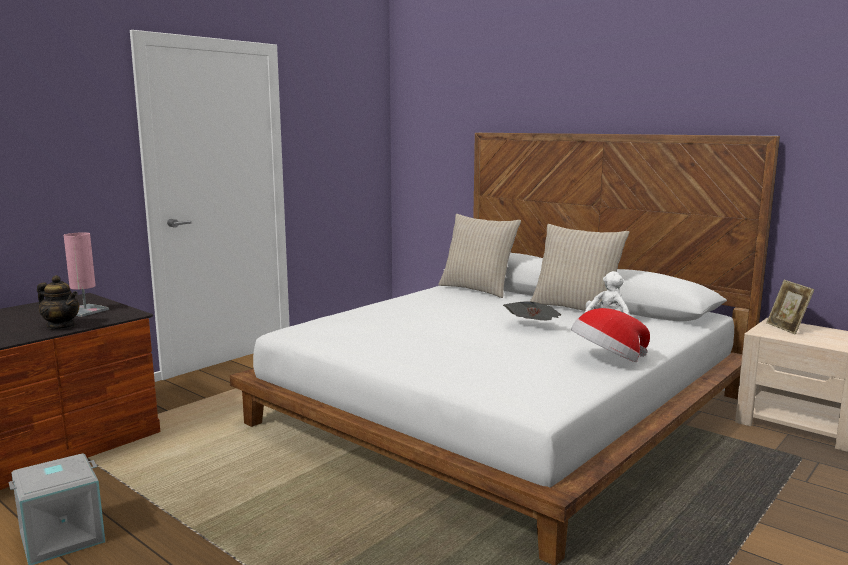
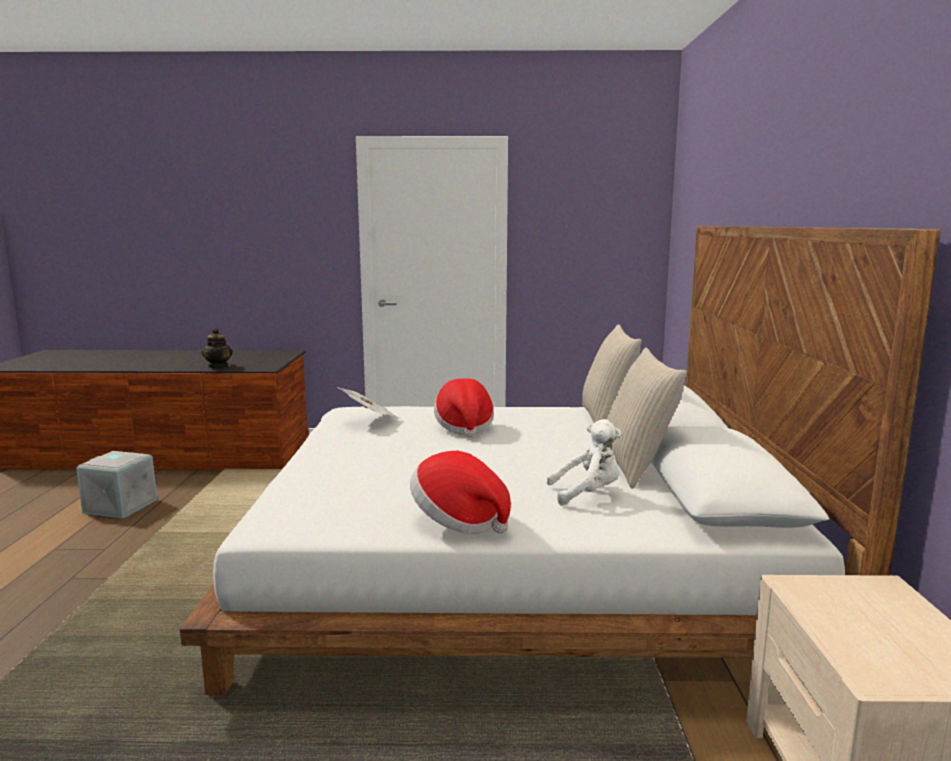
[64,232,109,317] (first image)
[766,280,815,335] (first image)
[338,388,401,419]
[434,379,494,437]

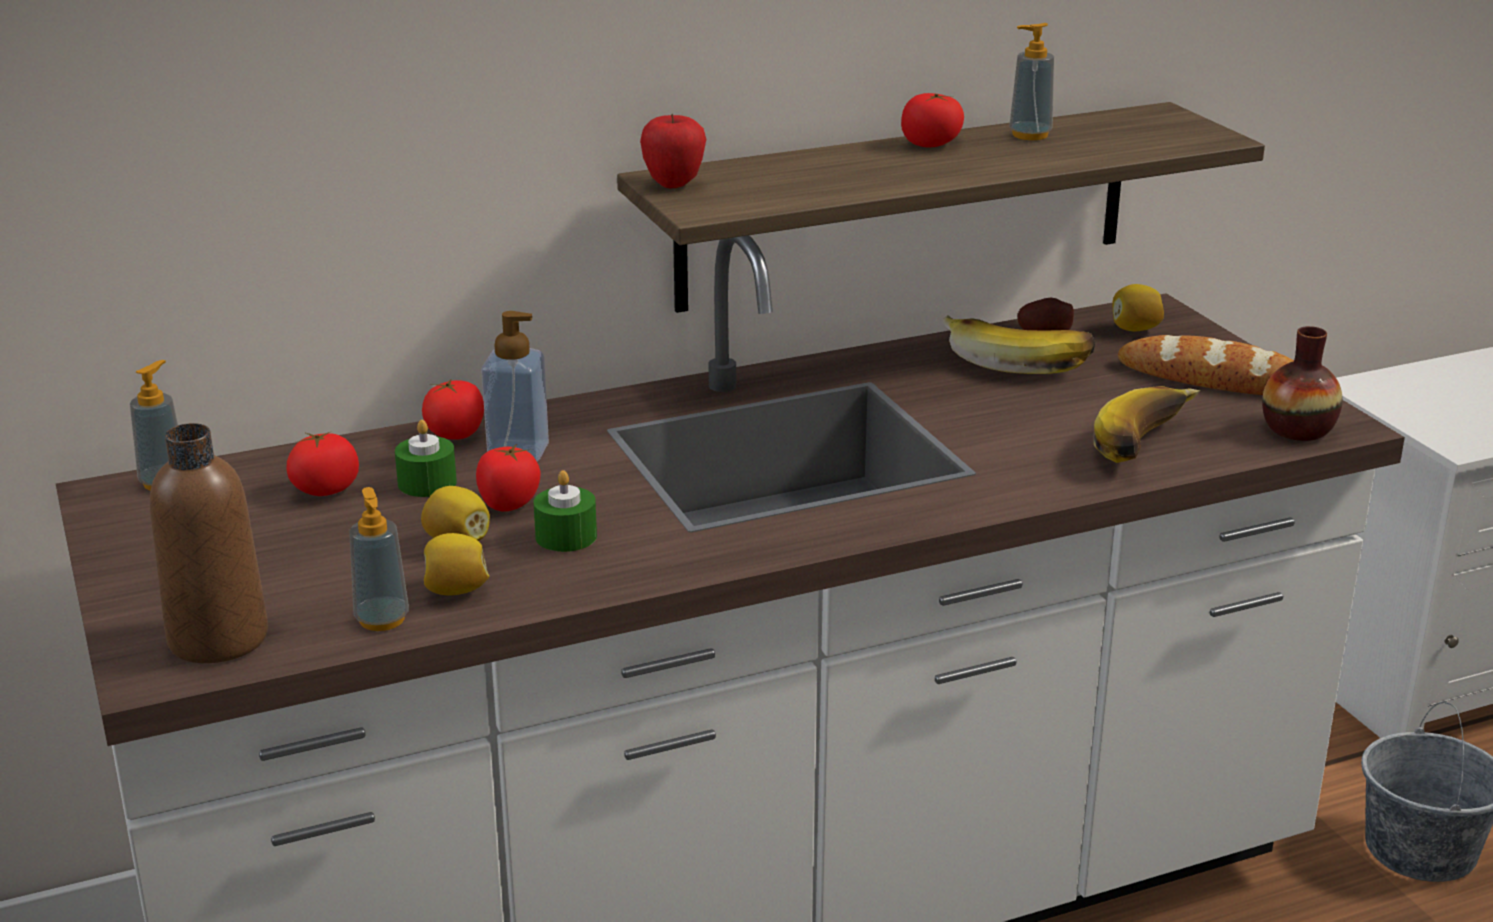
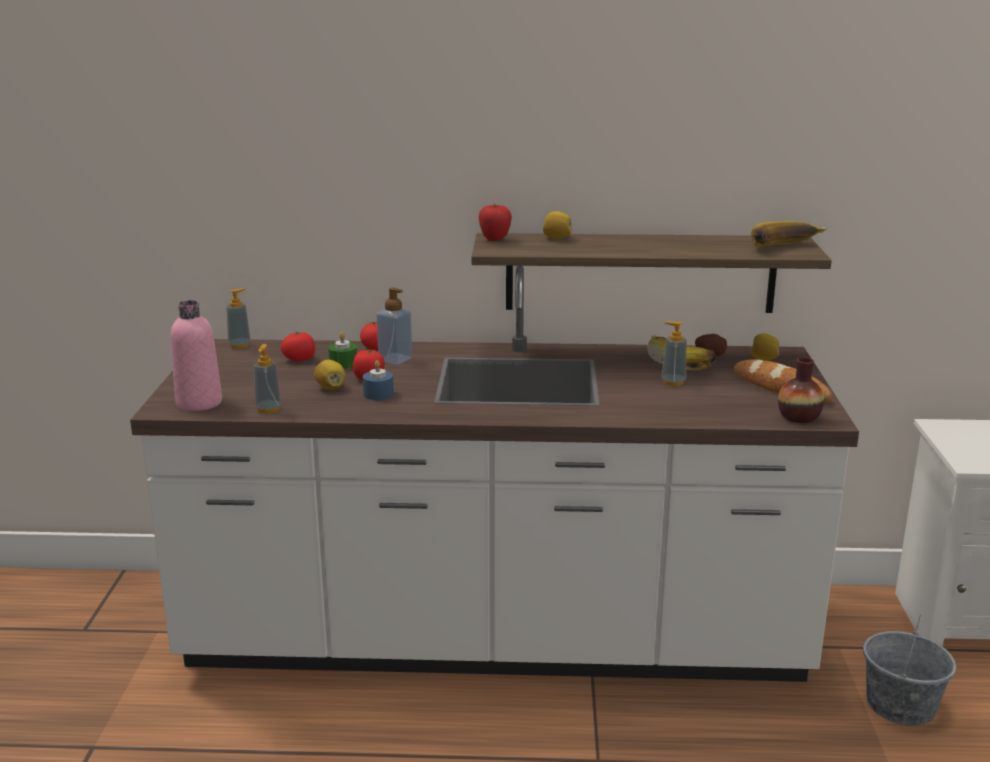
[661,322,687,386]
[901,93,964,147] (first image)
[751,221,827,247]
[170,300,222,411]
[363,360,394,400]
[543,211,572,239]

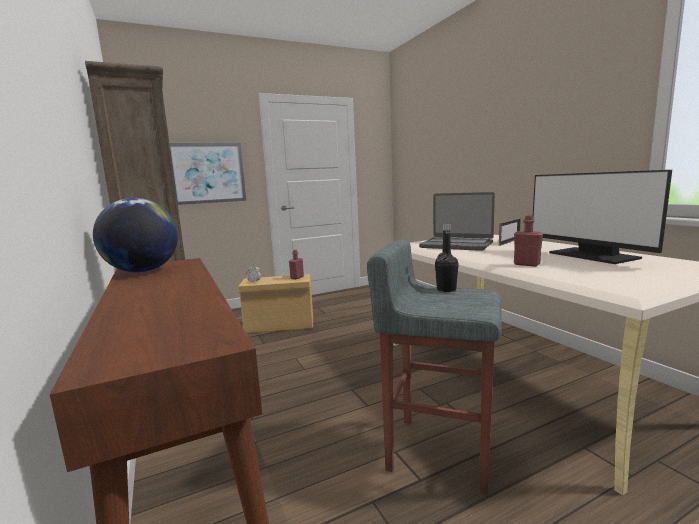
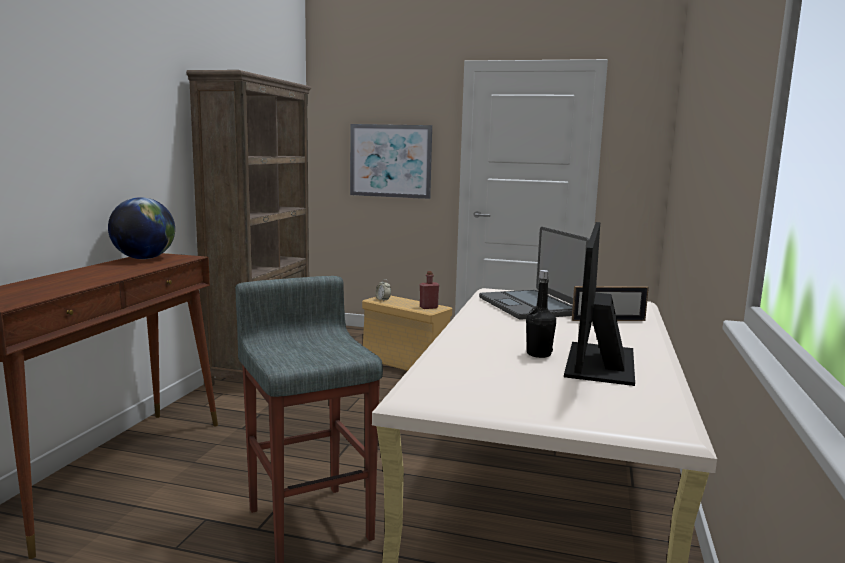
[514,215,543,267] (first image)
[526,270,556,358]

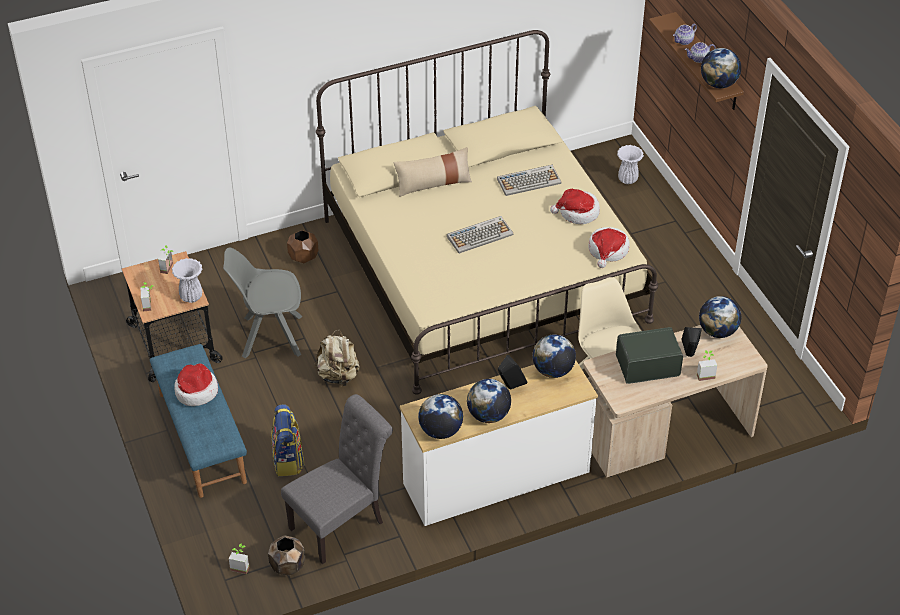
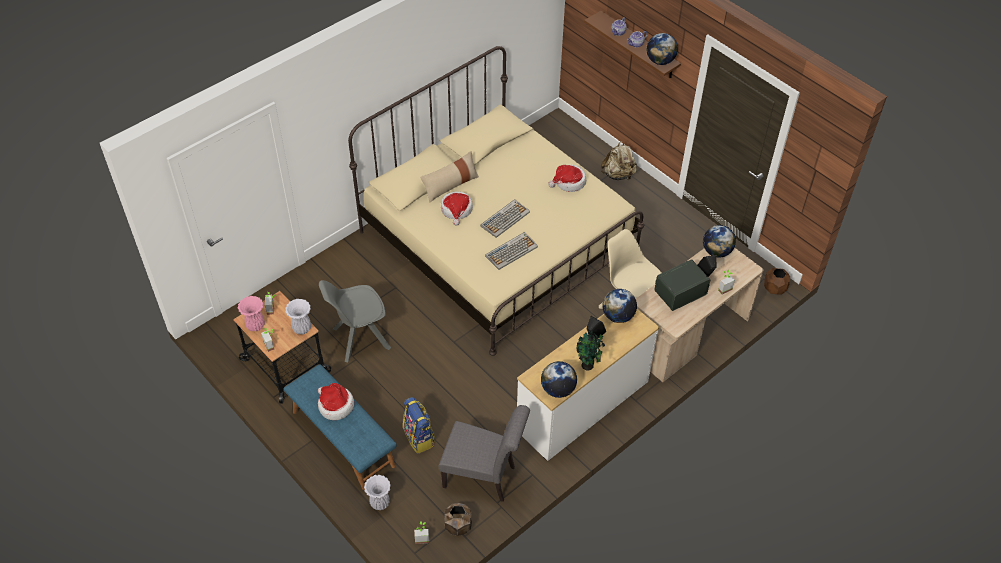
[364,475,391,510]
[485,232,538,270]
[441,192,473,226]
[764,268,790,294]
[601,141,637,180]
[577,331,605,371]
[439,405,530,502]
[237,296,265,332]

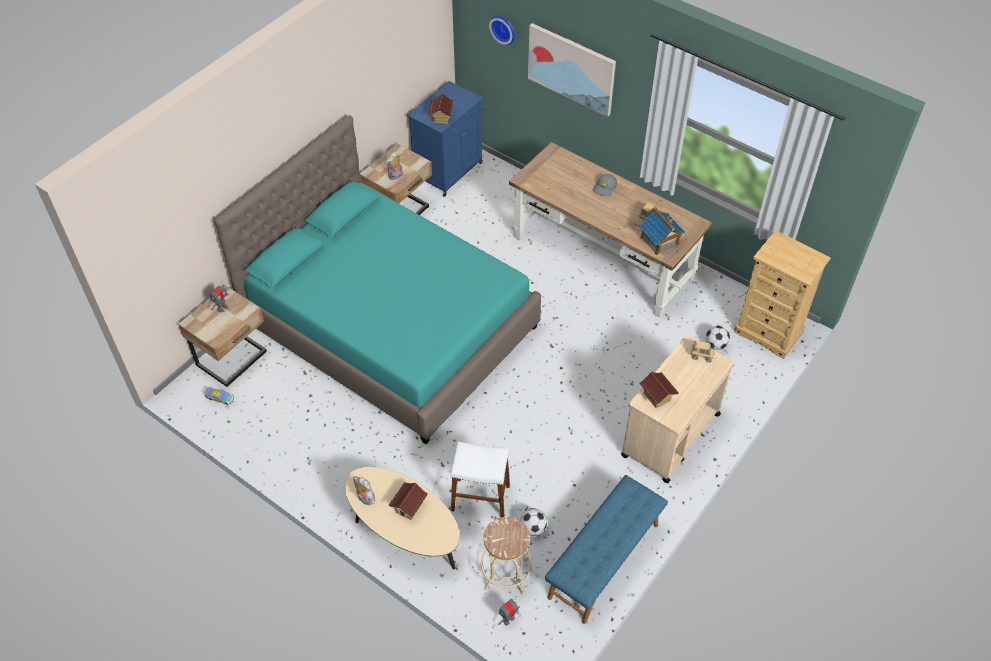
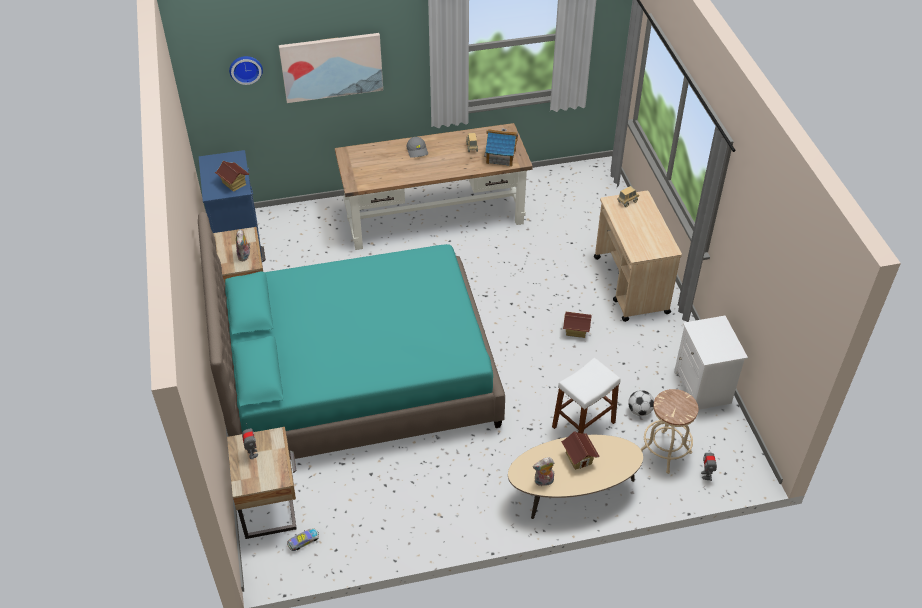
[734,230,831,359] (first image)
[705,326,730,350] (first image)
[563,312,592,338]
[674,316,748,410]

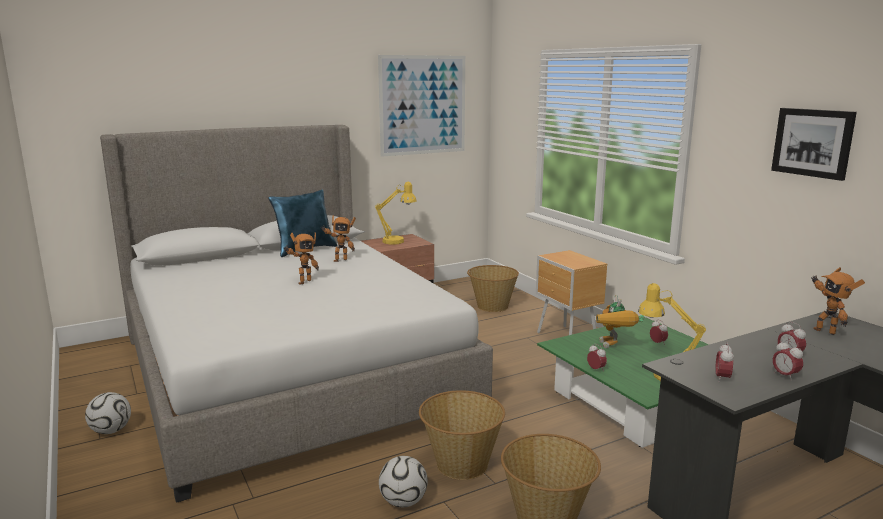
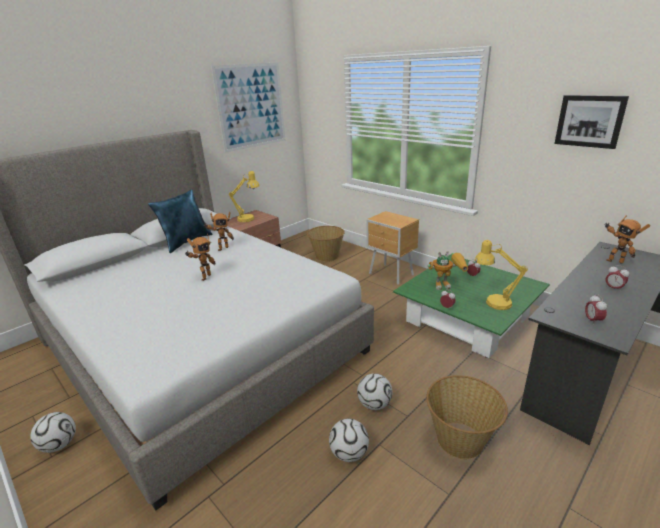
[428,251,468,290]
[773,340,803,381] (first image)
[357,373,392,410]

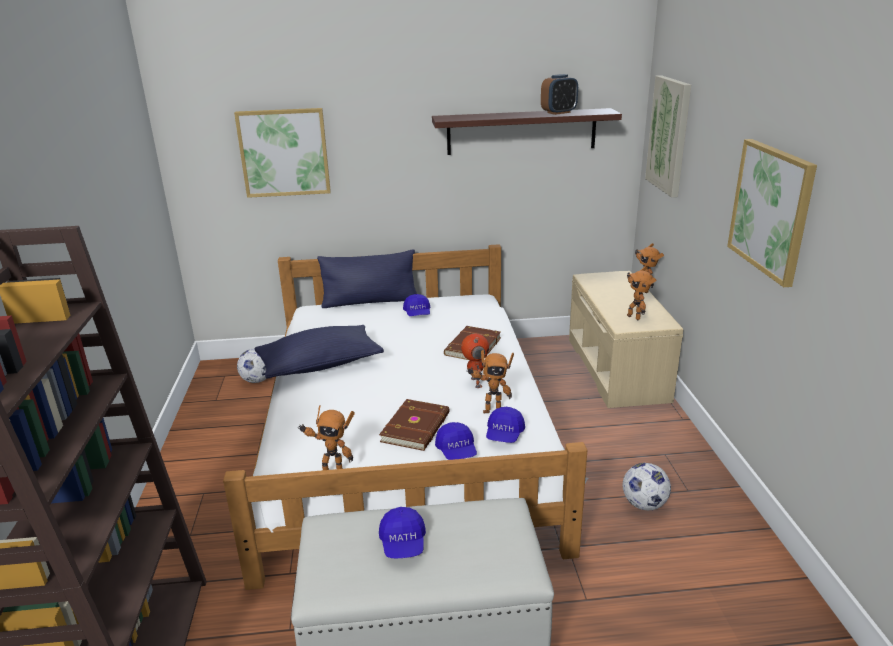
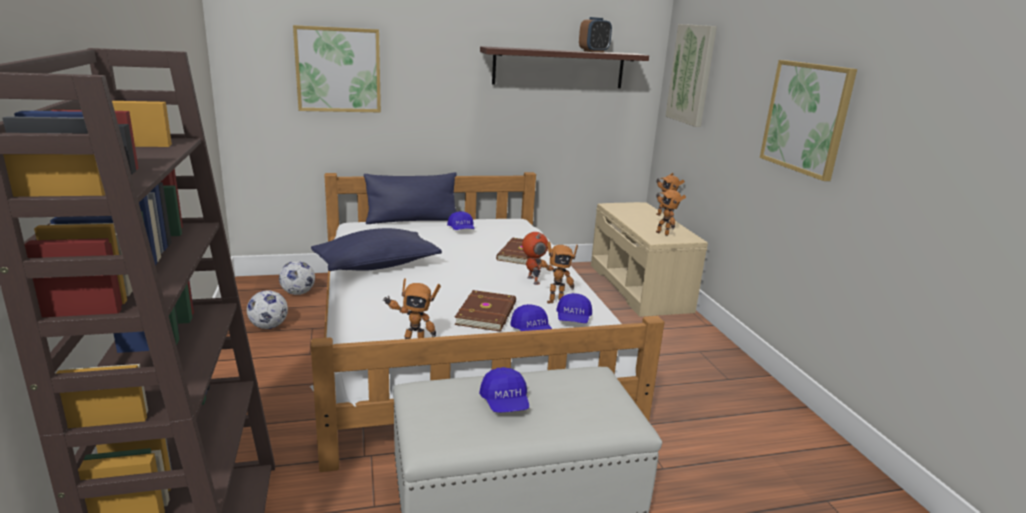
[247,290,288,329]

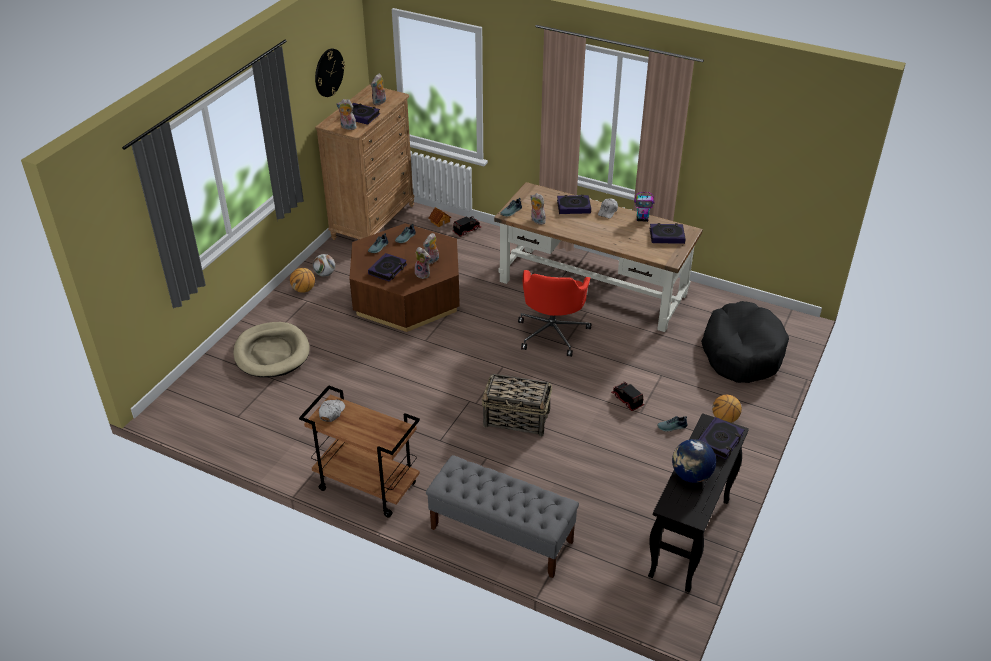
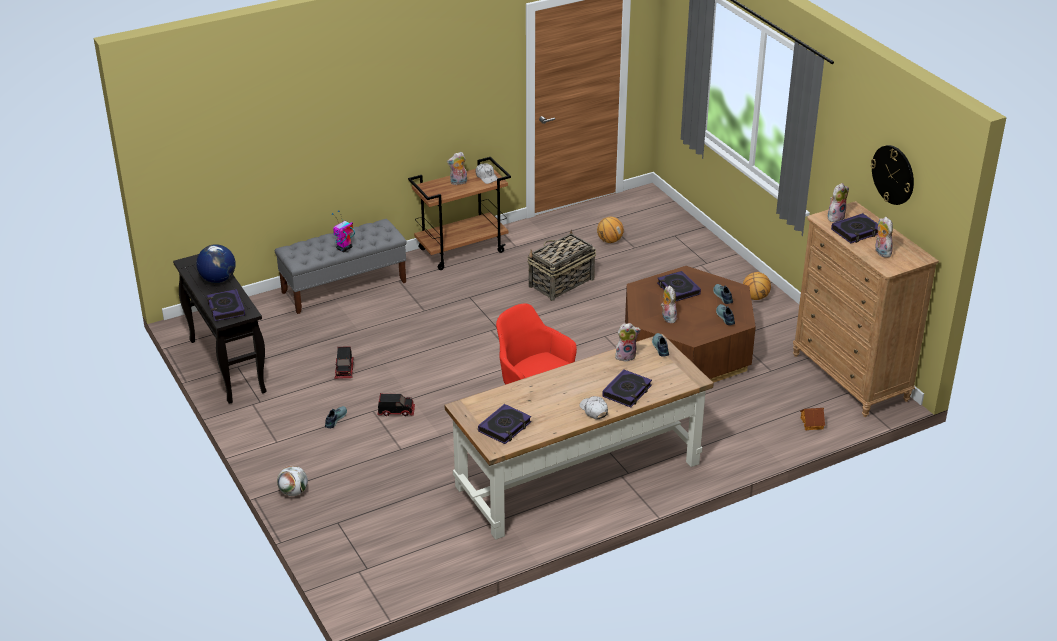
[332,210,355,252]
[334,346,354,379]
[447,152,467,185]
[277,466,308,496]
[701,301,789,383] (first image)
[233,322,310,377] (first image)
[528,230,596,301]
[597,217,624,243]

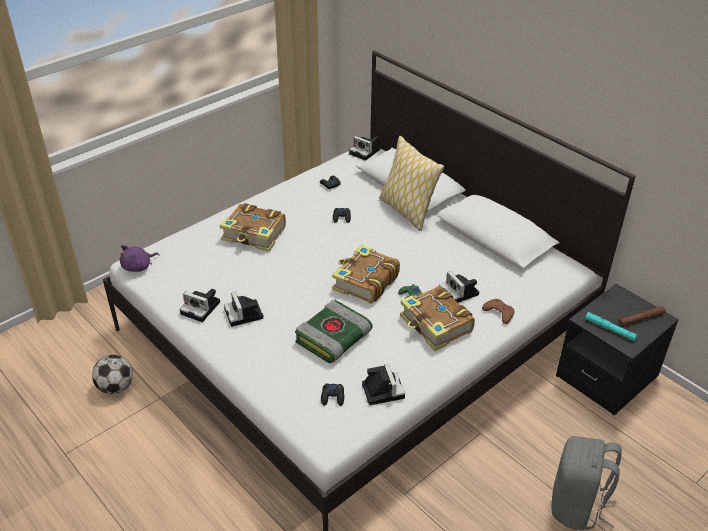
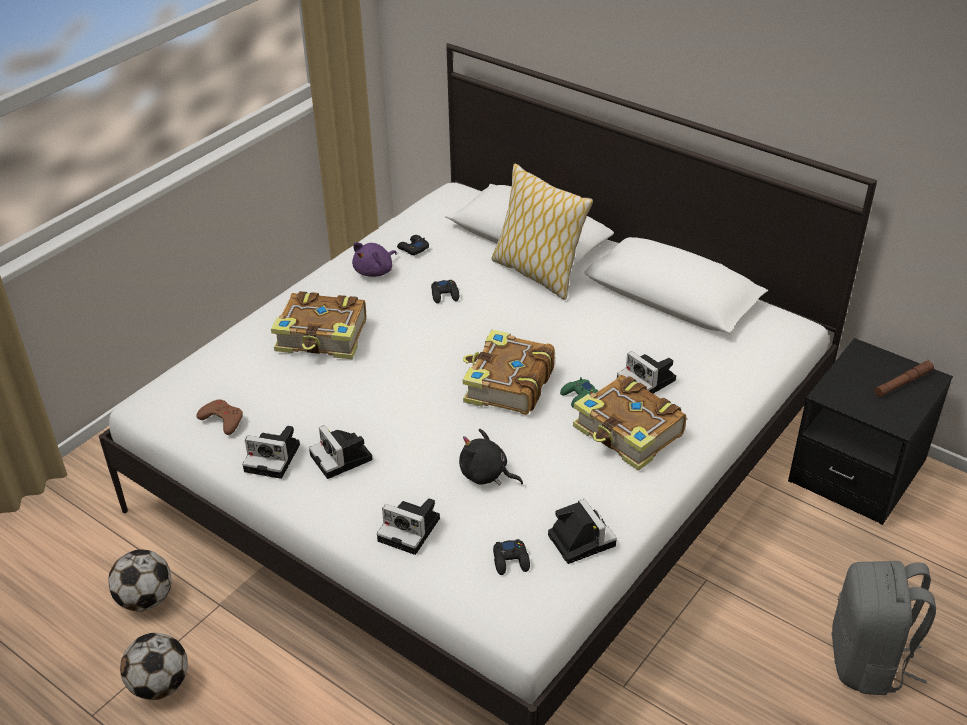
[377,498,440,555]
[352,242,397,277]
[196,400,243,435]
[459,429,523,486]
[585,312,638,342] (first image)
[120,633,188,700]

